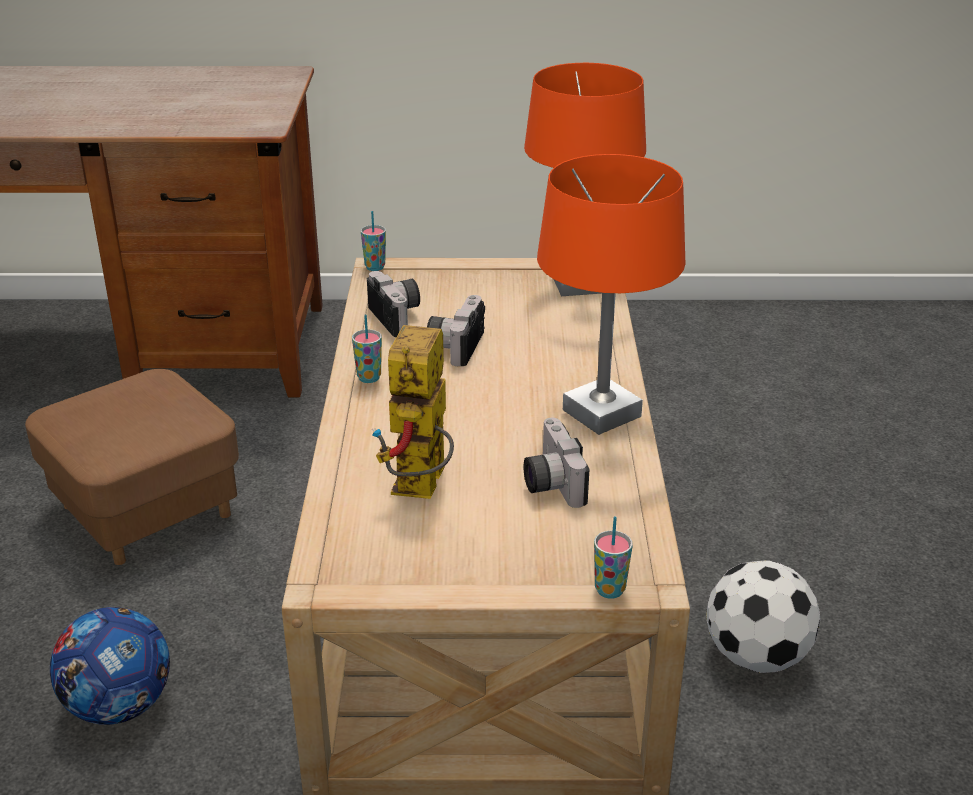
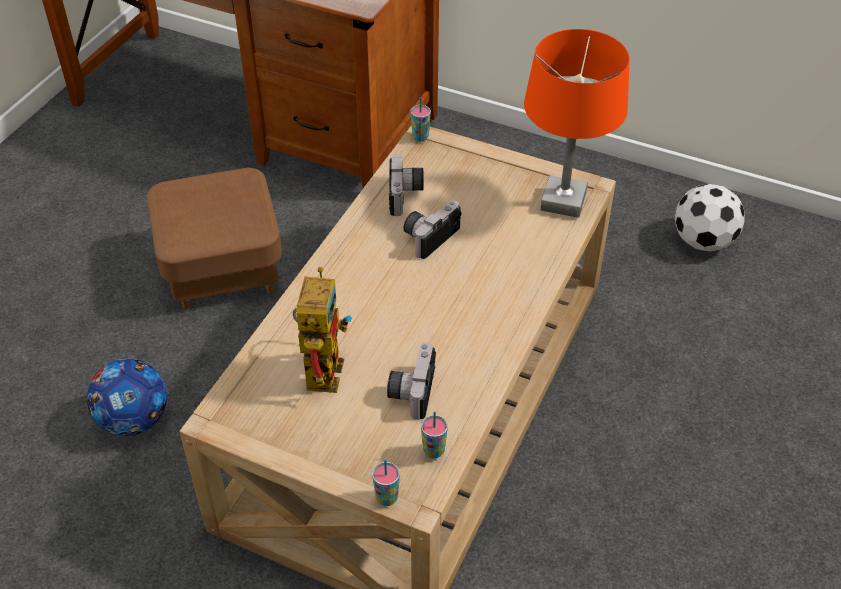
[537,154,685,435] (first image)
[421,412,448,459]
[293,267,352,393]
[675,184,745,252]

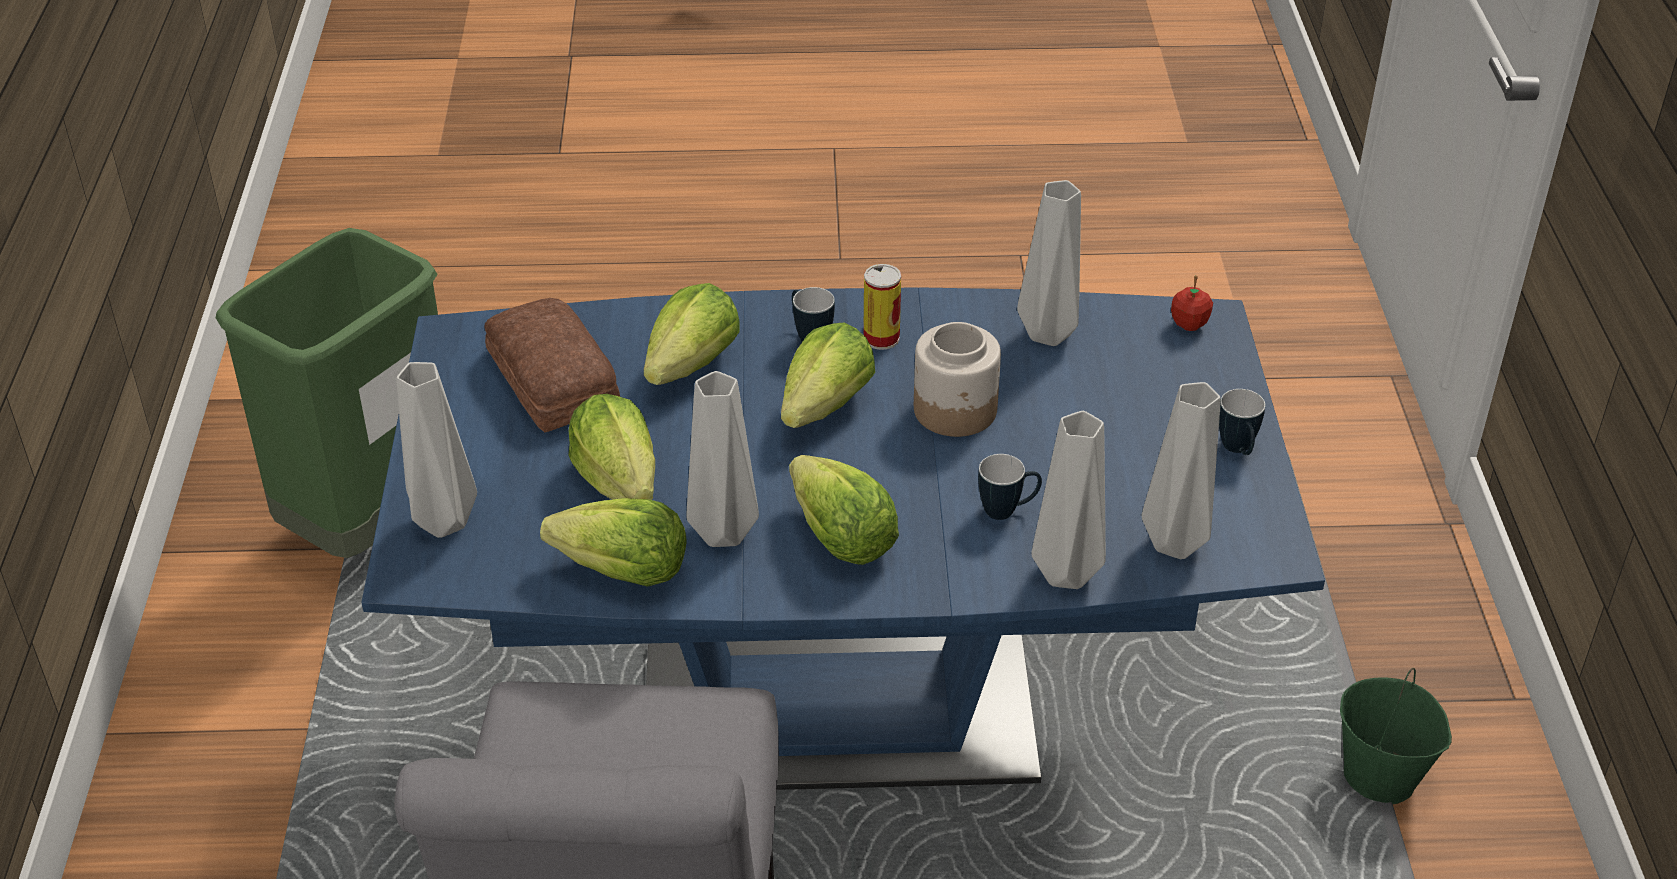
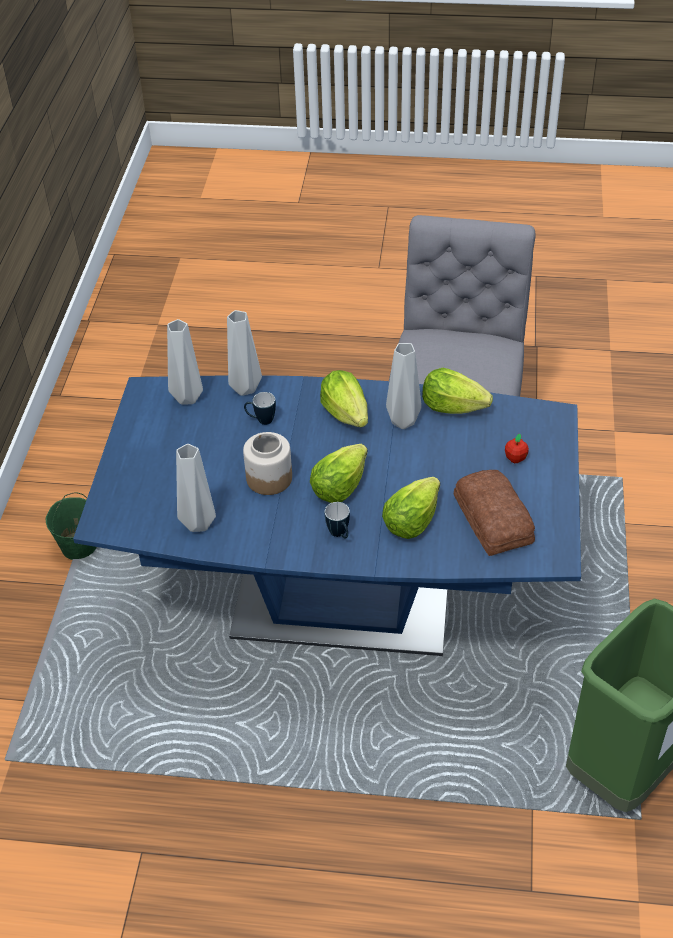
[863,264,901,350] (first image)
[505,434,529,463]
[396,362,477,538] (first image)
[1219,389,1265,455] (first image)
[568,394,655,500] (first image)

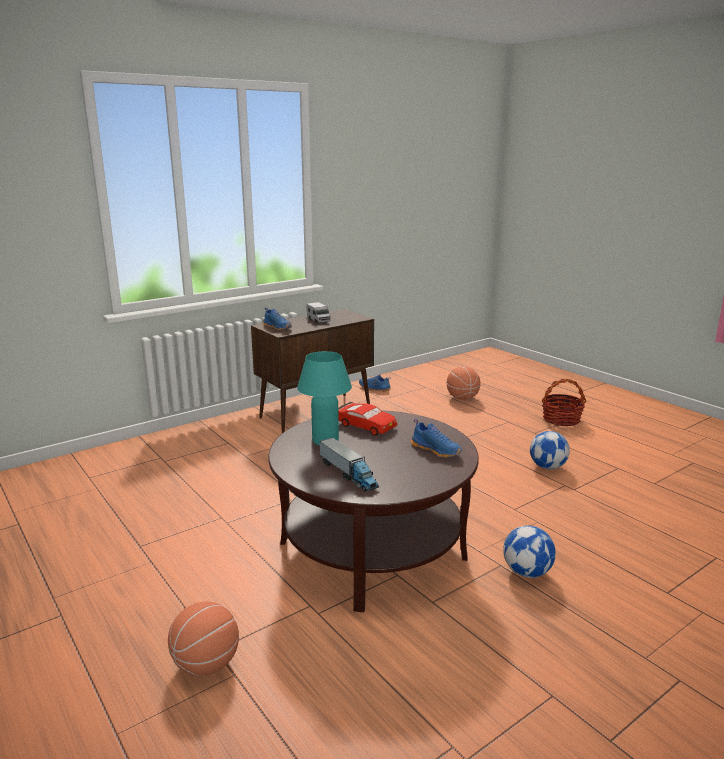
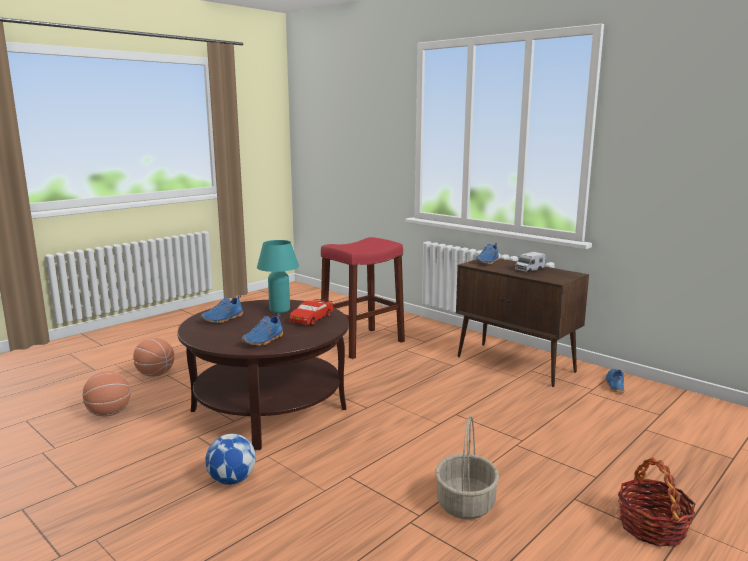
[83,371,130,416]
[435,416,499,519]
[201,295,243,323]
[321,237,405,359]

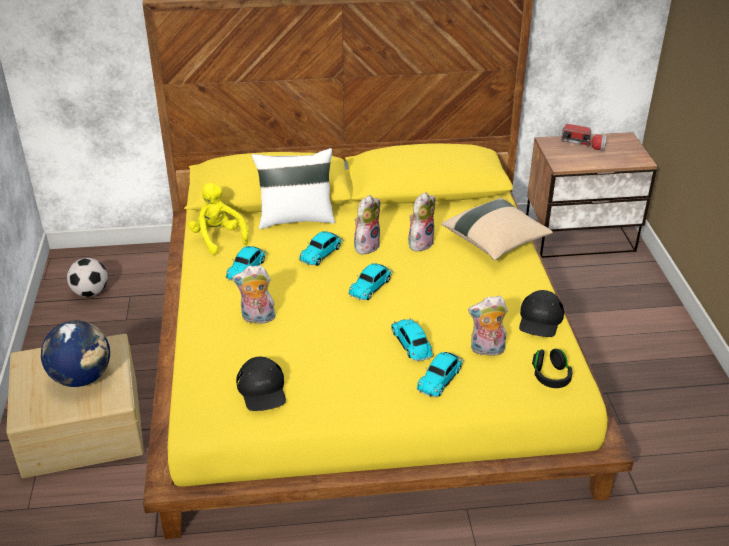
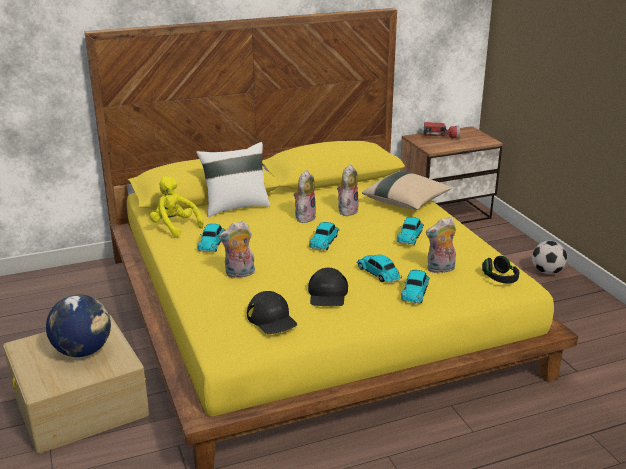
[397,217,424,245]
[532,241,567,274]
[308,268,348,306]

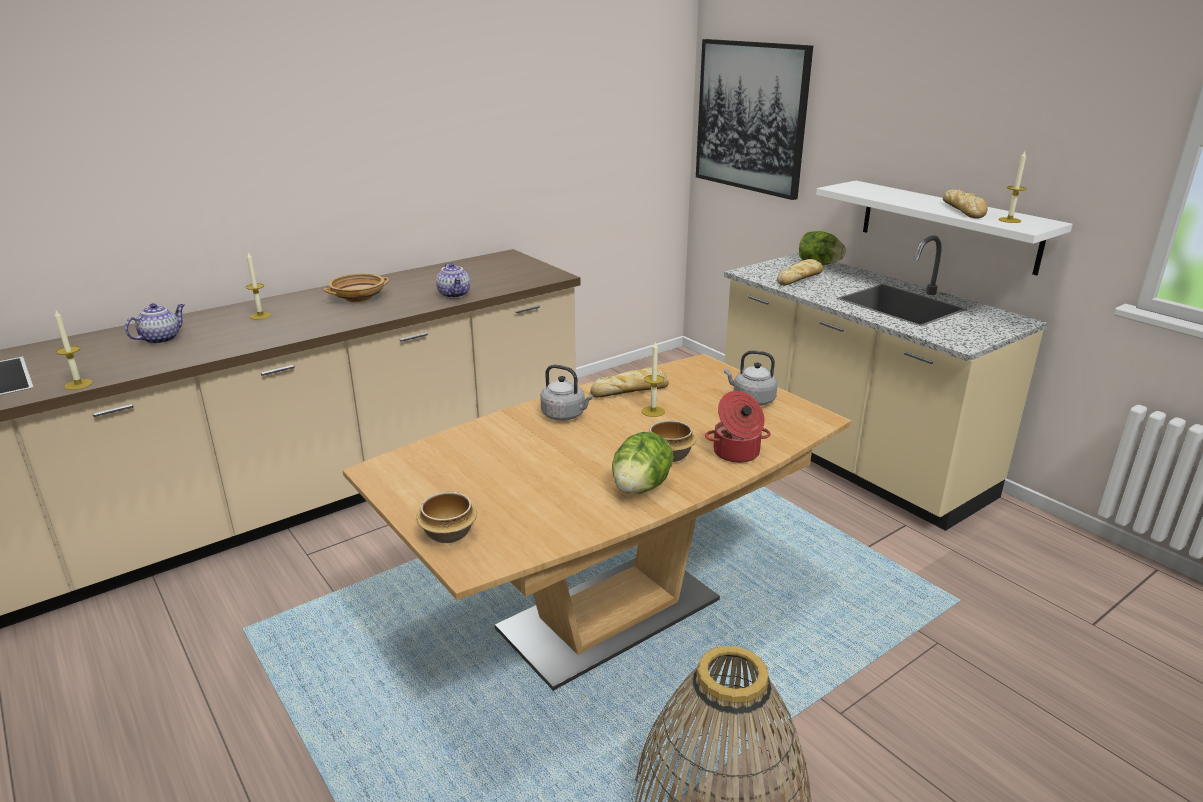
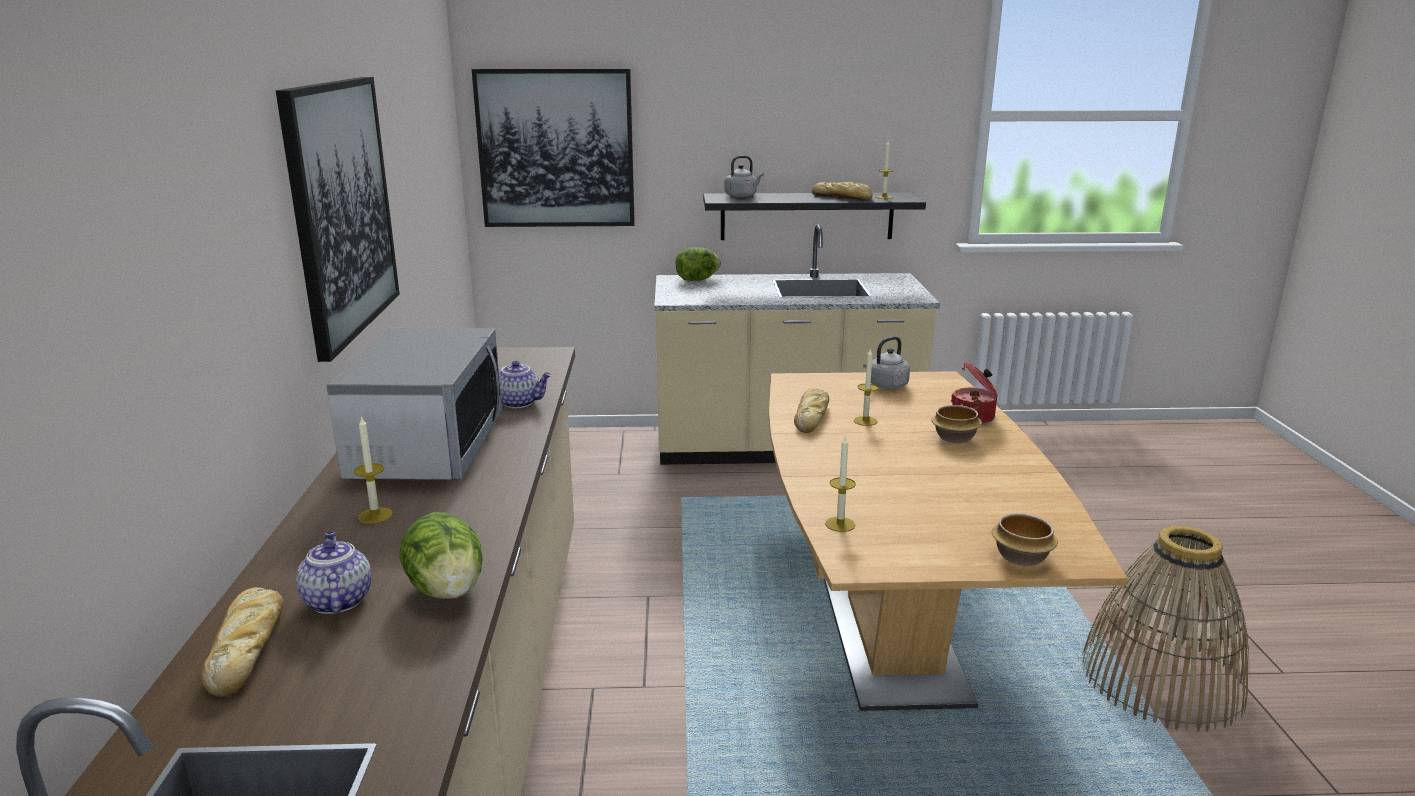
[703,193,926,240]
[201,587,284,697]
[326,328,502,480]
[825,435,856,532]
[725,156,764,197]
[399,512,483,599]
[276,77,400,362]

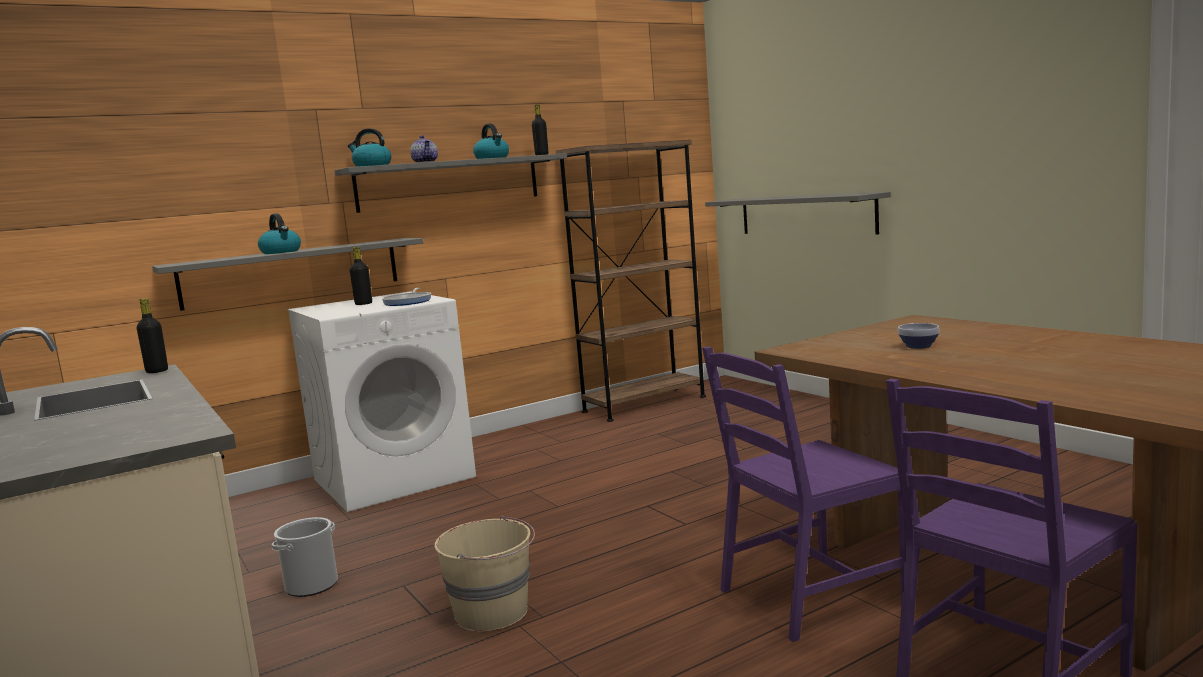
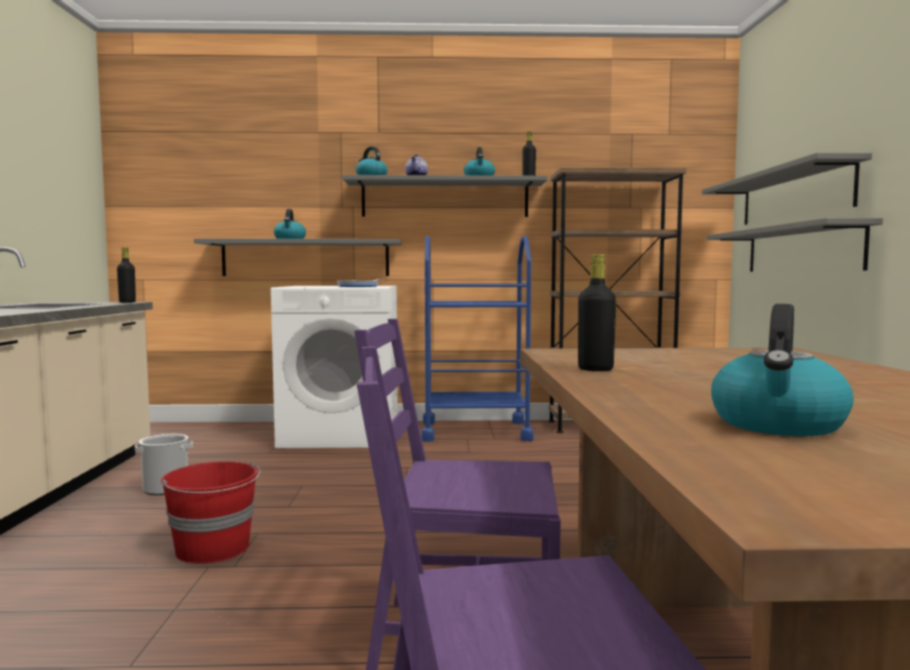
[578,254,616,371]
[898,323,940,349] (first image)
[161,461,261,564]
[702,153,872,225]
[421,236,534,442]
[711,304,854,436]

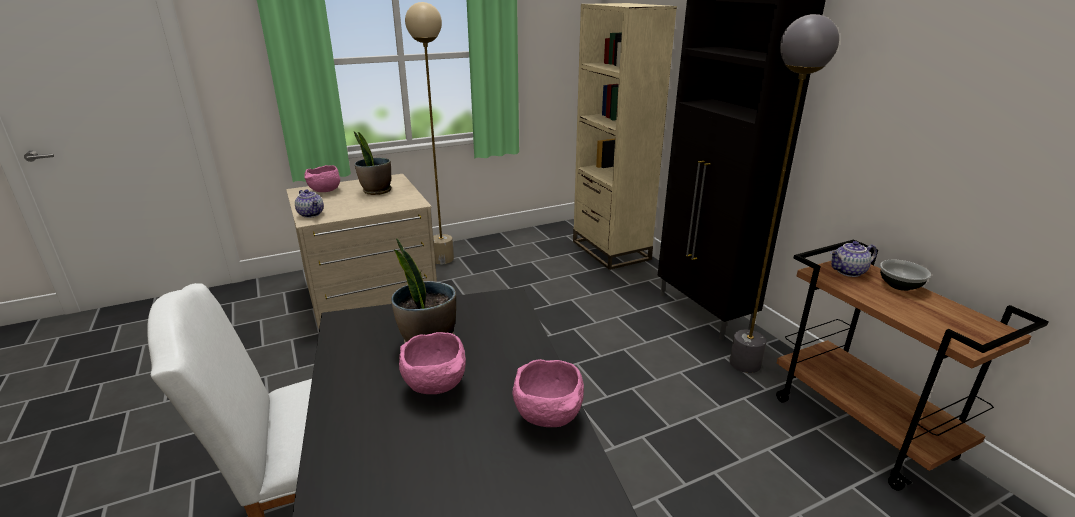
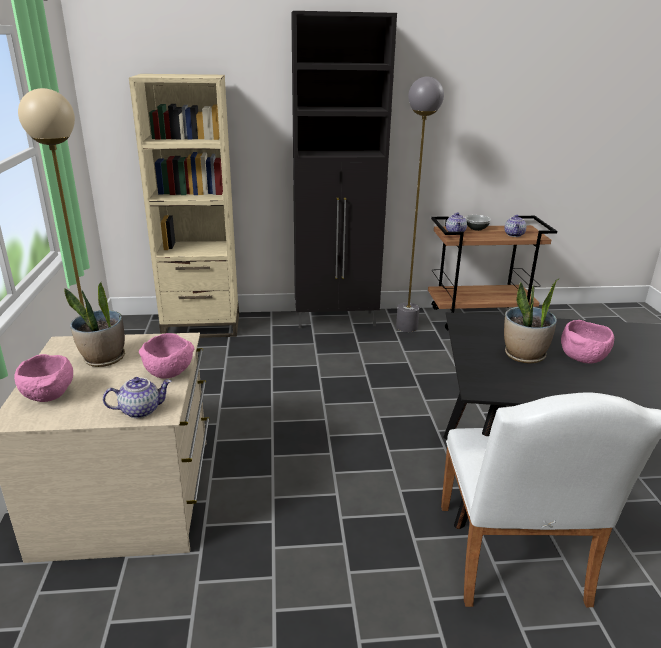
[139,333,195,379]
[504,215,527,237]

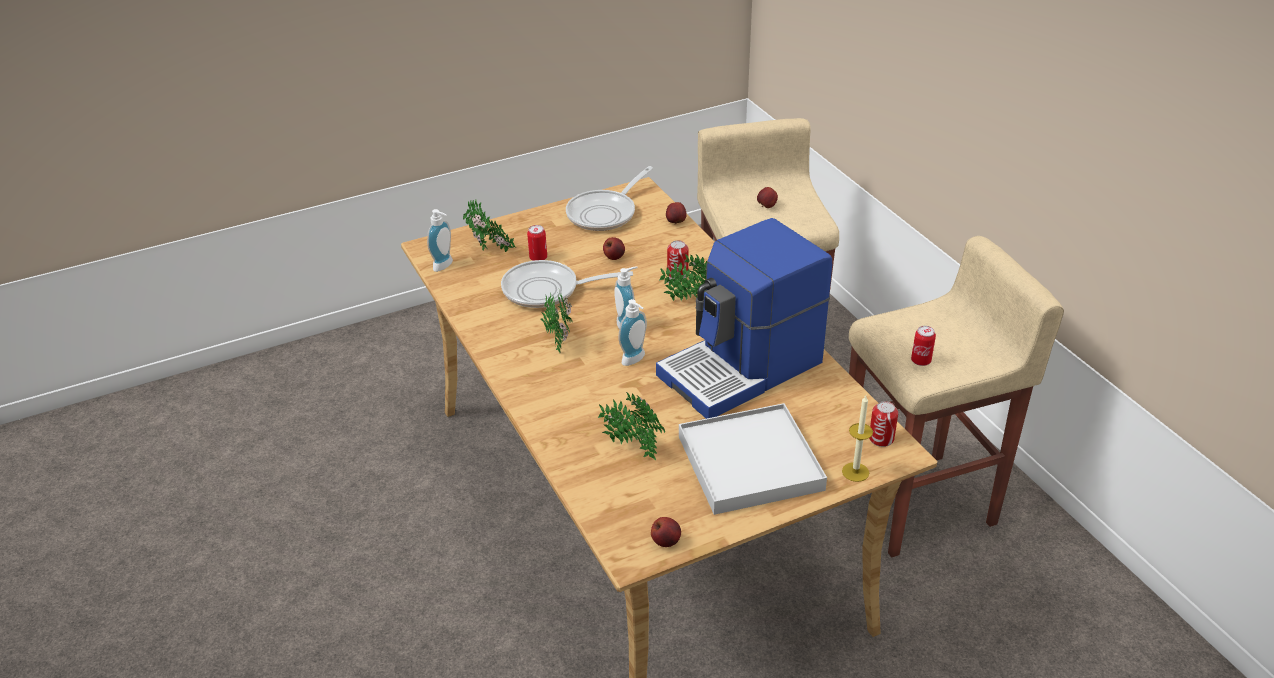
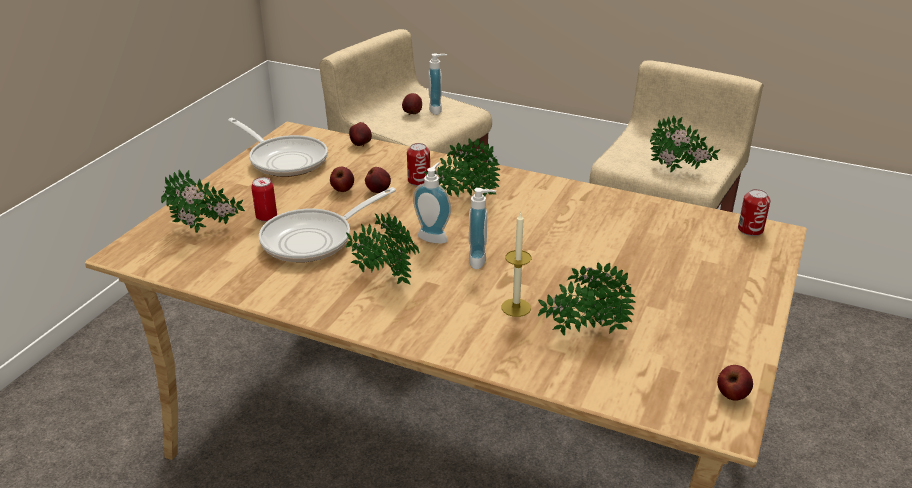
[228,118,328,177]
[428,54,447,115]
[656,218,832,419] (first image)
[650,115,720,172]
[502,211,532,317]
[679,403,827,515] (first image)
[365,167,391,193]

